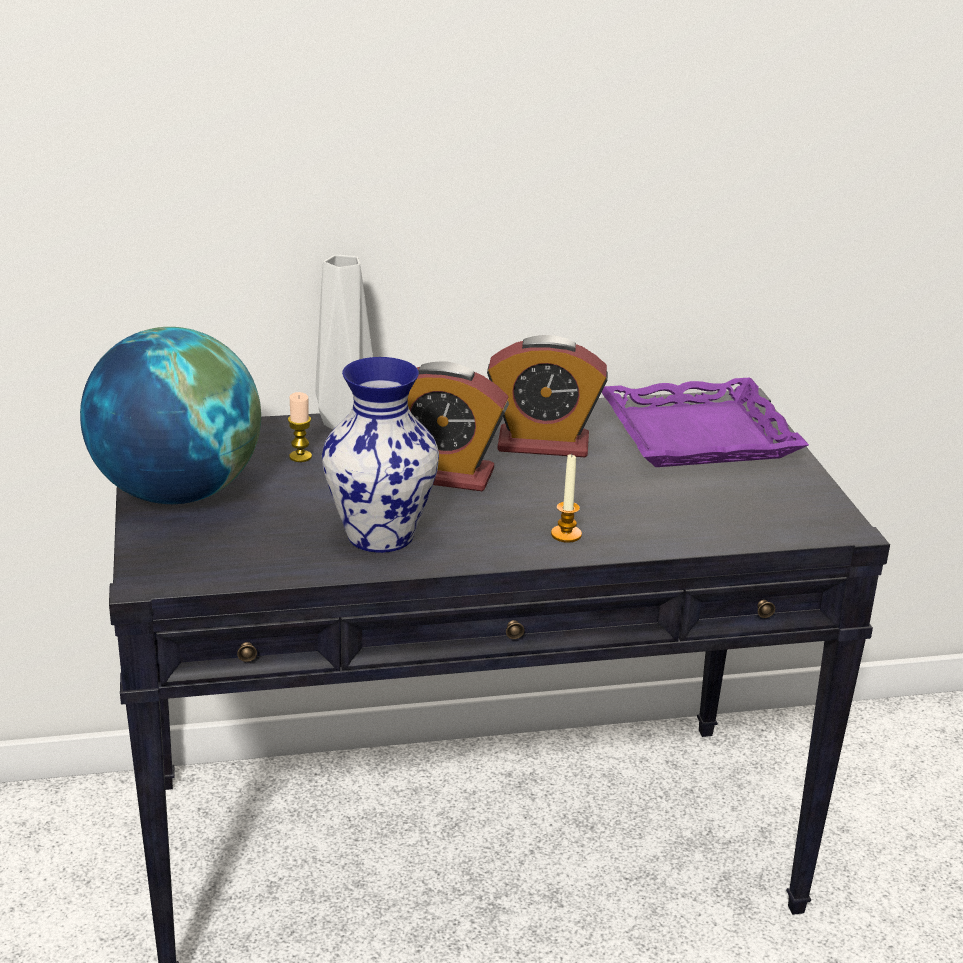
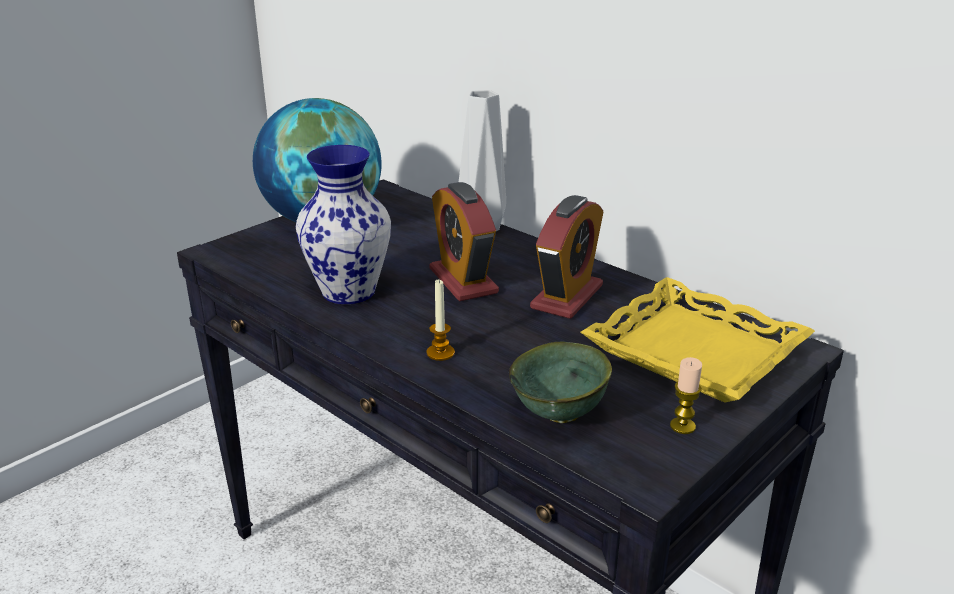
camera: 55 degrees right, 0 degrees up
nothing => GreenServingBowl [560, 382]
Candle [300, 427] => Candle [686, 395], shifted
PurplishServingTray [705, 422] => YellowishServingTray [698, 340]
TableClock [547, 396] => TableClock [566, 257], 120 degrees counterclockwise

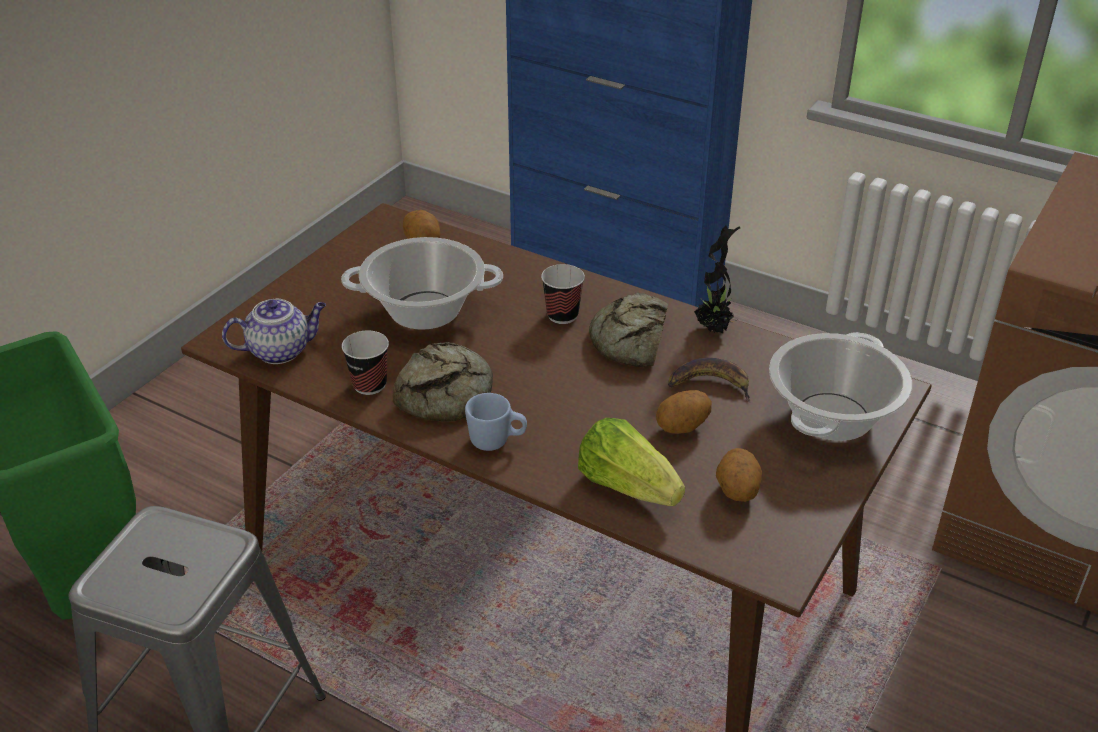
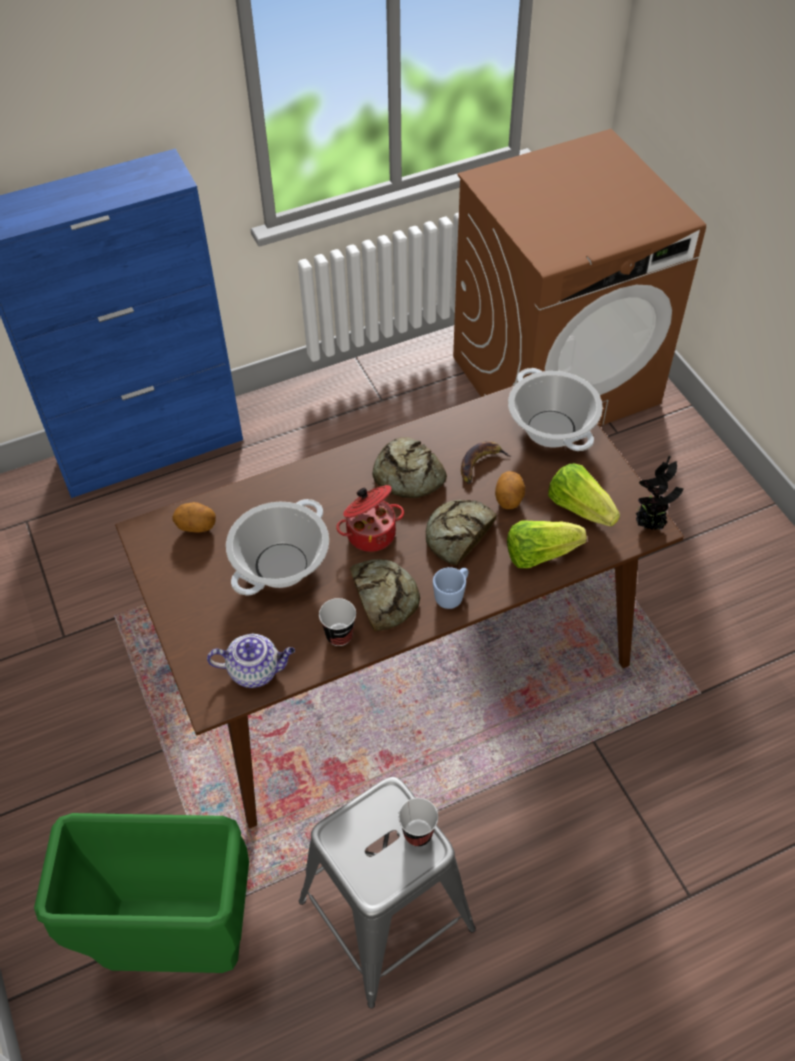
camera: 55 degrees left, 15 degrees up
nothing => Stockpot [370, 518]
nothing => BakeryBread [461, 532]
DrinkingCup [563, 294] => DrinkingCup [418, 822], shifted
Houseplant [717, 279] => Houseplant [660, 493], shifted
WholePotato [739, 475] => Lettuce [584, 494]
Teapot [274, 331] => Teapot [251, 661], 75 degrees clockwise

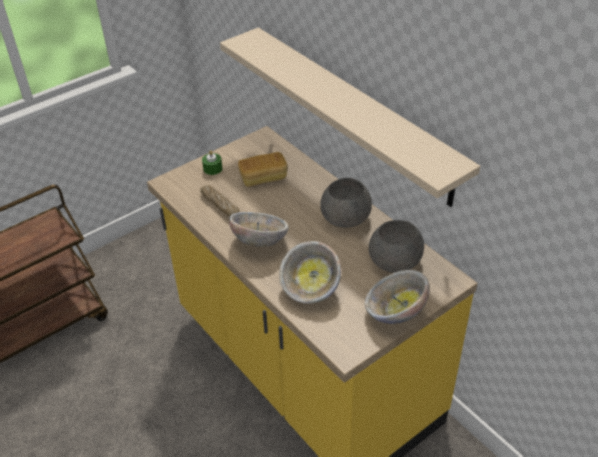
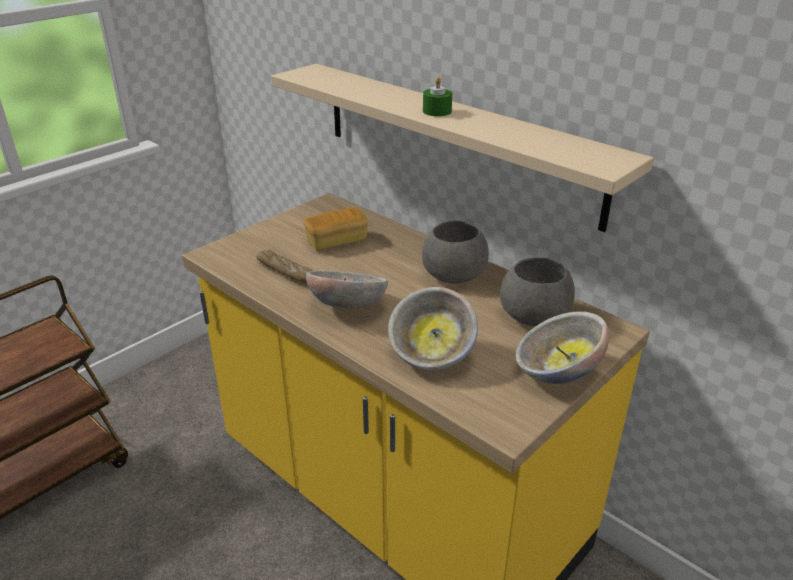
camera: 10 degrees left, 10 degrees down
GreenCandle [212, 162] => GreenCandle [437, 96], shifted

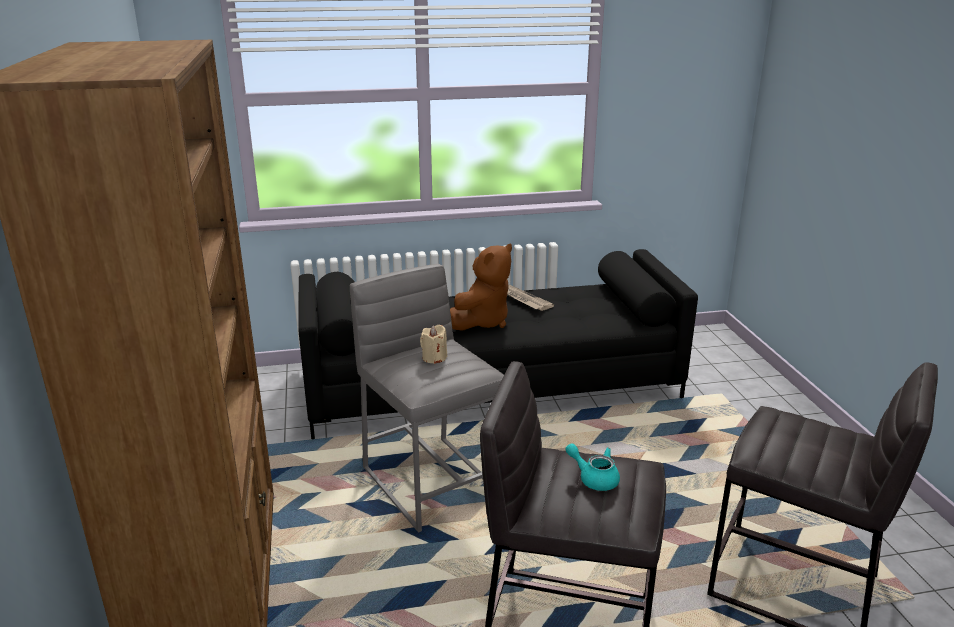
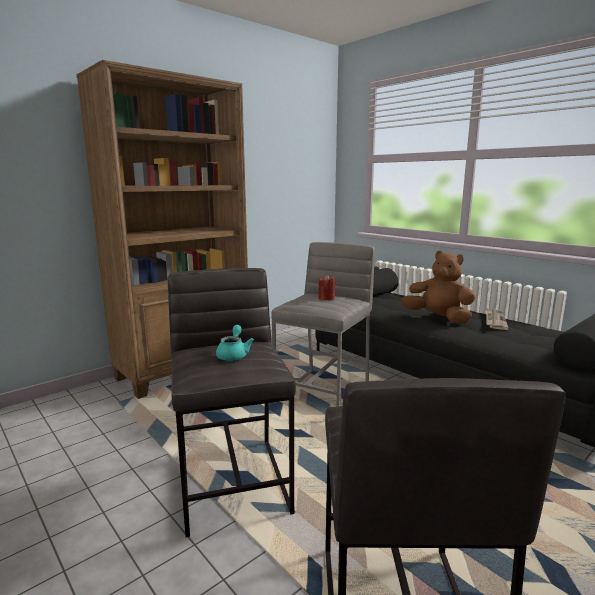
camera: 60 degrees right, 10 degrees down
SandColouredCandle [433, 344] => RedColouredCandle [327, 287]
BrownishPlushToy [481, 287] => BrownishPlushToy [438, 287], 150 degrees counterclockwise

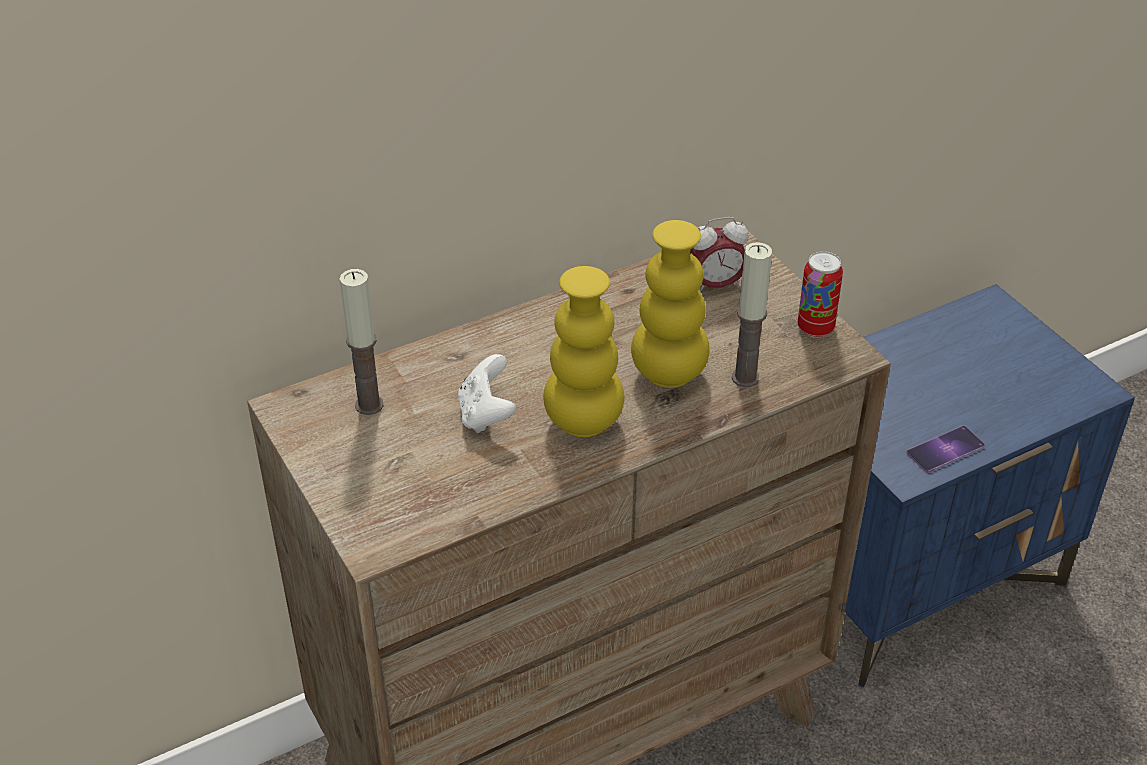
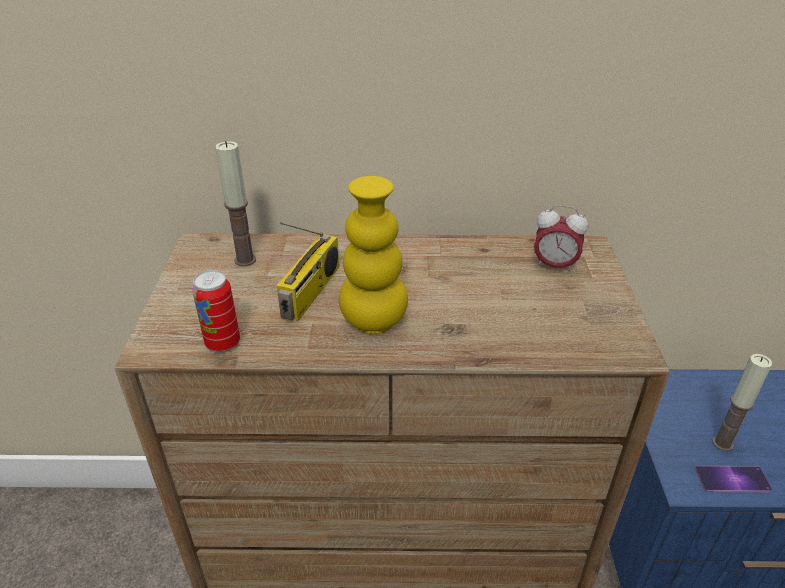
camera: 30 degrees right, 5 degrees down
YellowishFlowerVase [670, 304] => nothing
Candle [752, 314] => Candle [742, 402], shifted
MetalCan [820, 294] => MetalCan [216, 311], shifted
WhiteColouredJoypad [487, 393] => RadioReceiver [308, 271]

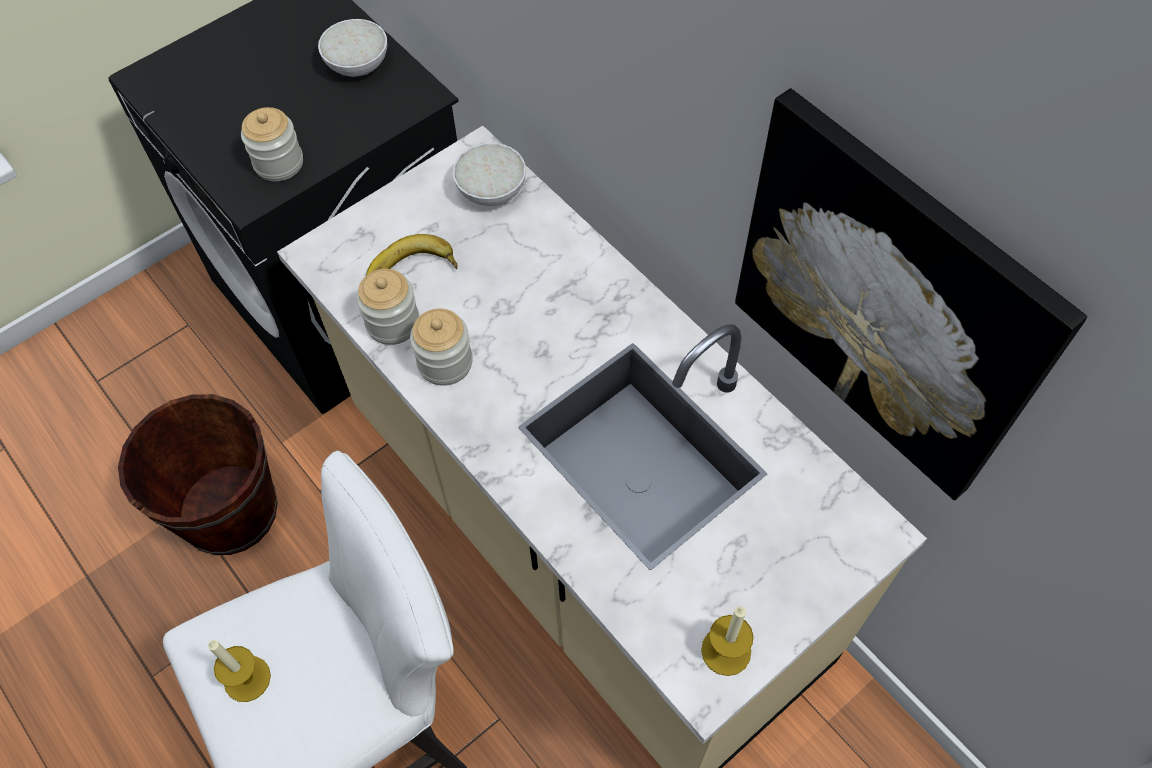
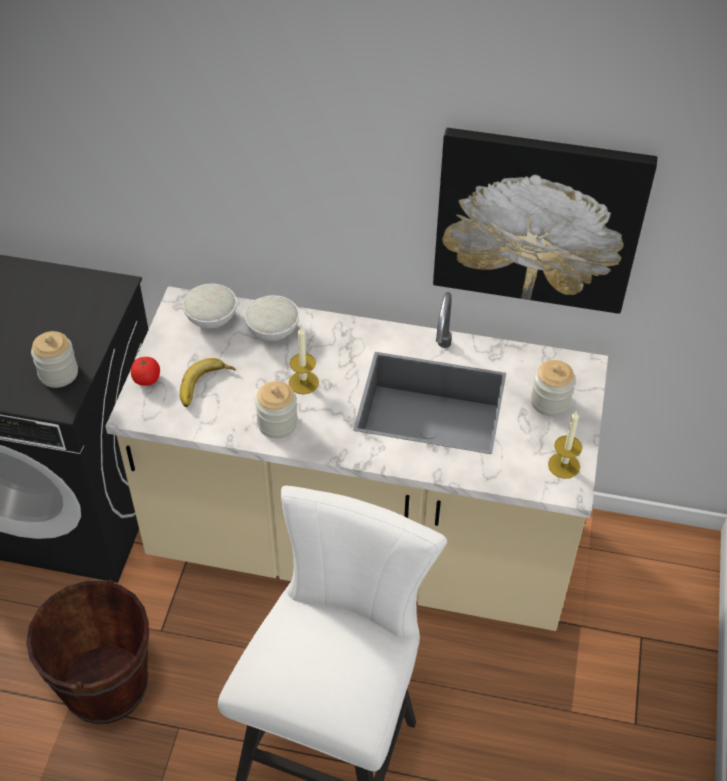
camera: 40 degrees left, 10 degrees down
nothing => FreshTomato [145, 371]
Candle [239, 671] => Candle [303, 361], shifted
WhiteColouredServingBowl [352, 48] => WhiteColouredServingBowl [272, 318], shifted
PreserveJar [387, 307] => PreserveJar [553, 388], shifted

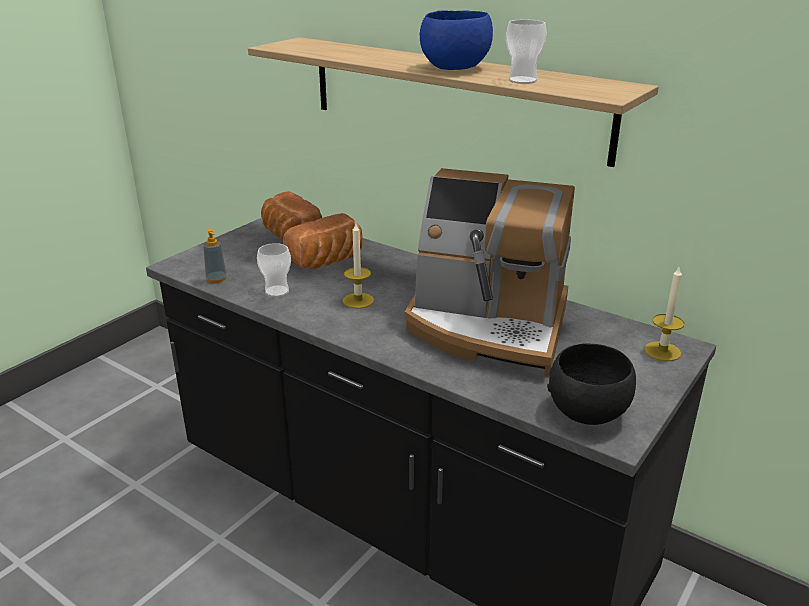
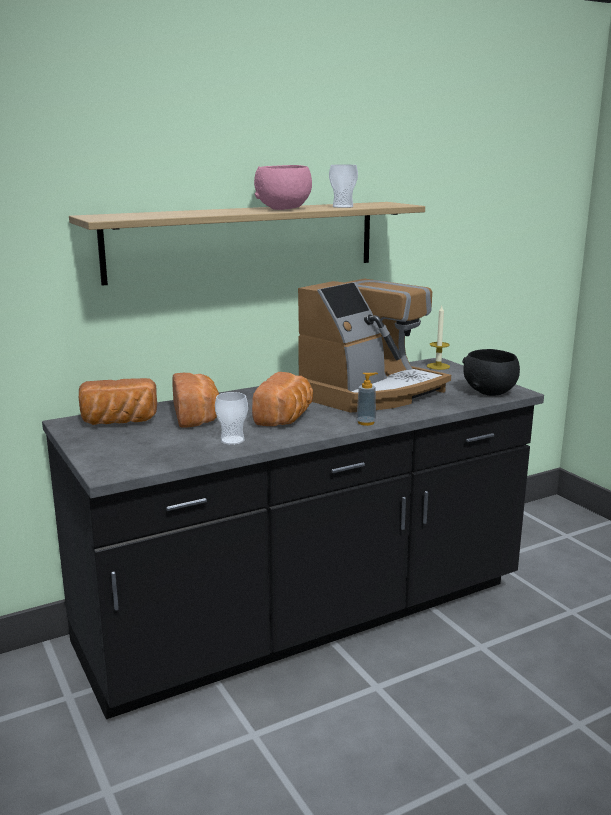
camera: 65 degrees left, 10 degrees down
LiquidSoapBottle [215, 255] => LiquidSoapBottle [367, 399], shifted
Candle [358, 266] => BakeryBread [282, 399]
BlueServingBowl [456, 40] => PinkColouredServingBowl [283, 187]

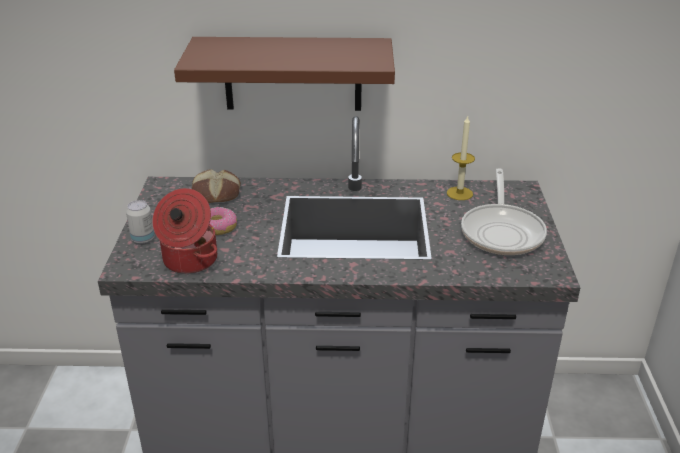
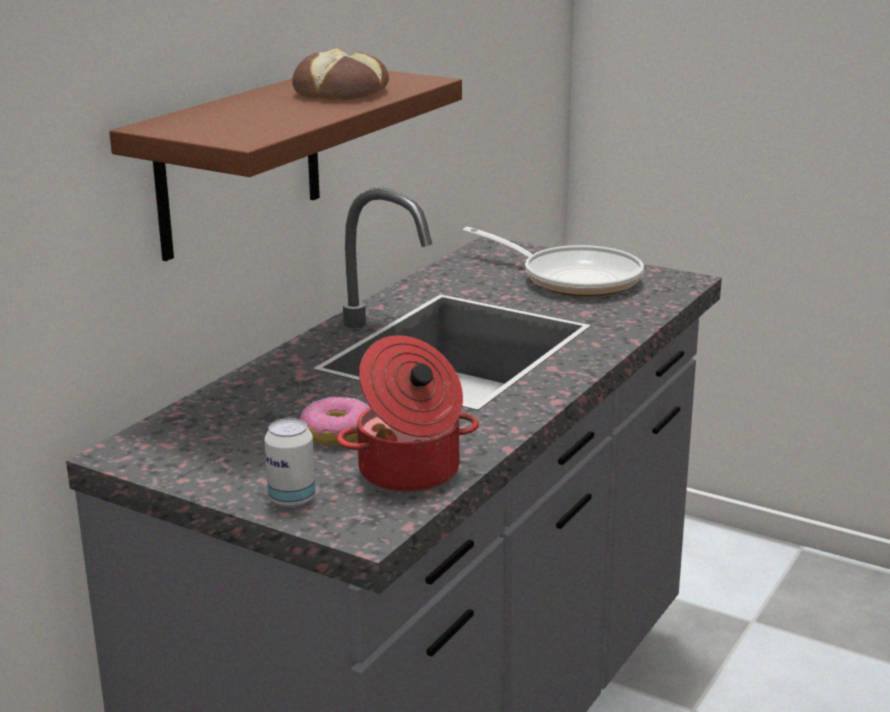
camera: 60 degrees left, 10 degrees down
Candle [461, 157] => nothing
BakeryBread [216, 186] => BakeryBread [340, 74], shifted

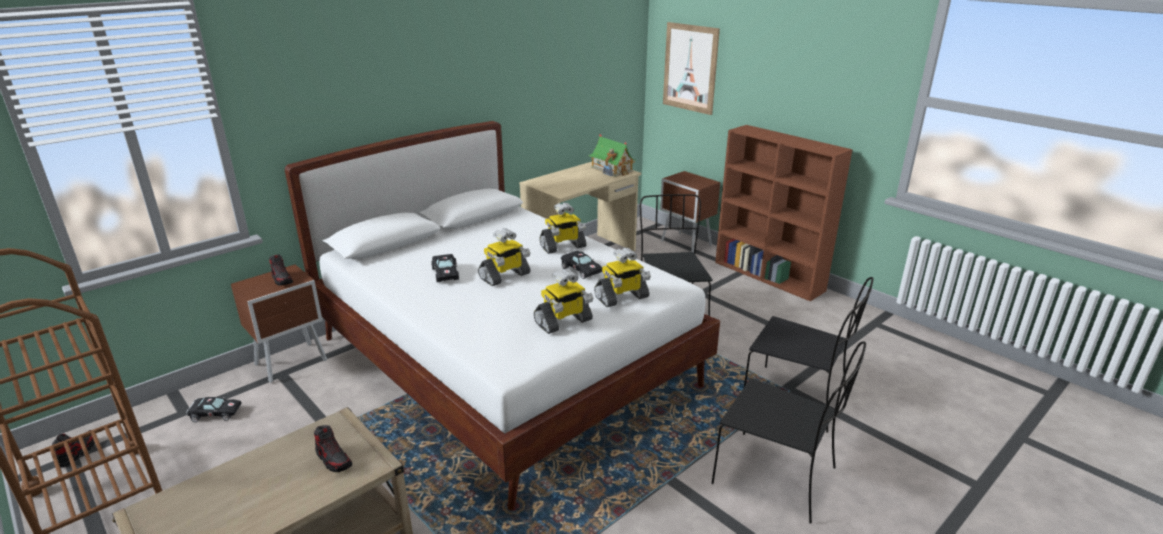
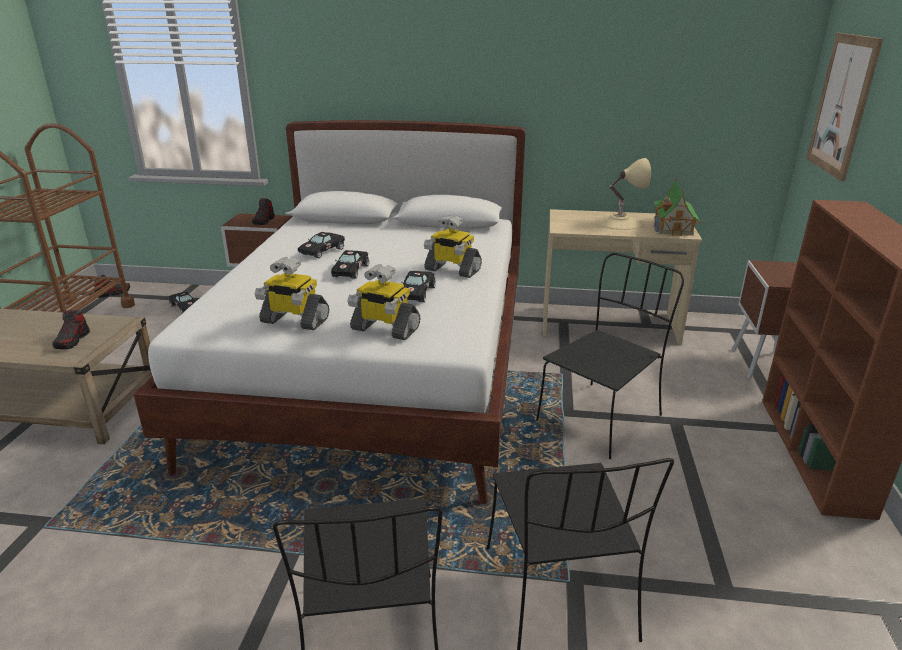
camera: 50 degrees right, 0 degrees up
nothing => SandColouredTableLamp [623, 194]
RobotFigure [504, 257] => BlackModelCar [350, 264]

